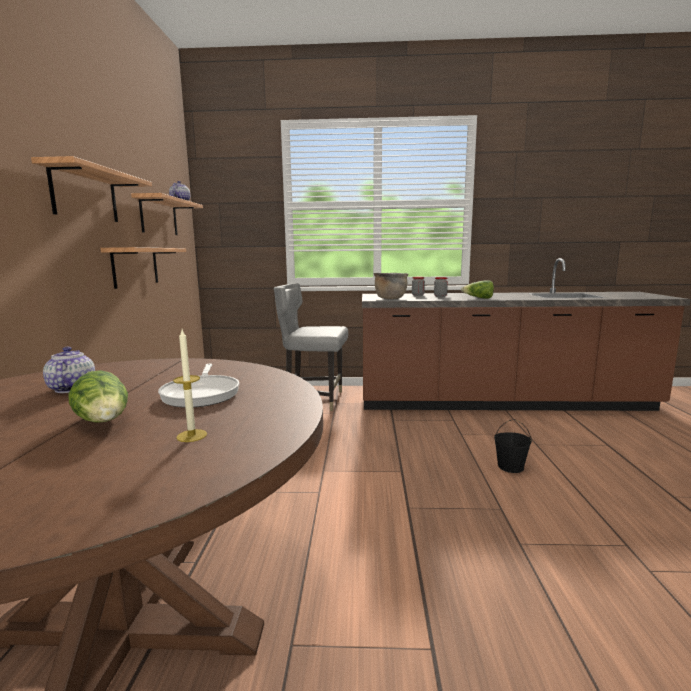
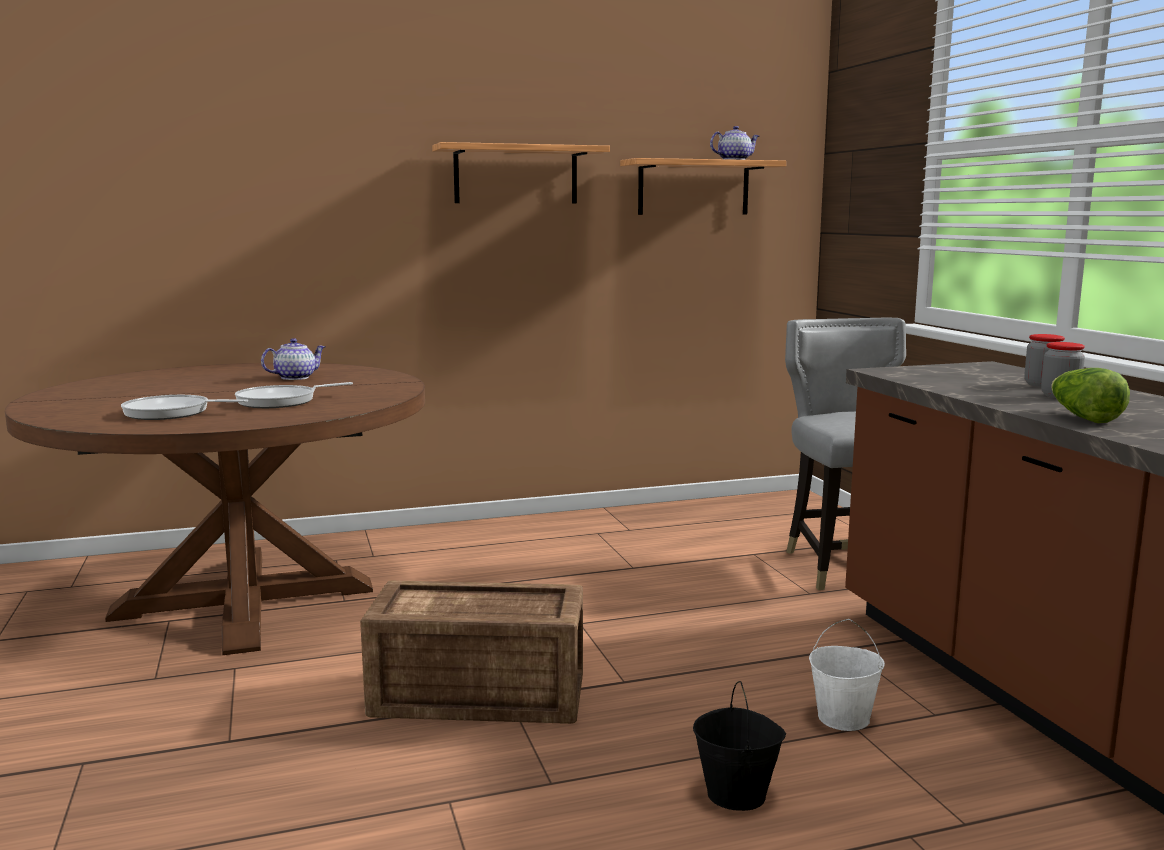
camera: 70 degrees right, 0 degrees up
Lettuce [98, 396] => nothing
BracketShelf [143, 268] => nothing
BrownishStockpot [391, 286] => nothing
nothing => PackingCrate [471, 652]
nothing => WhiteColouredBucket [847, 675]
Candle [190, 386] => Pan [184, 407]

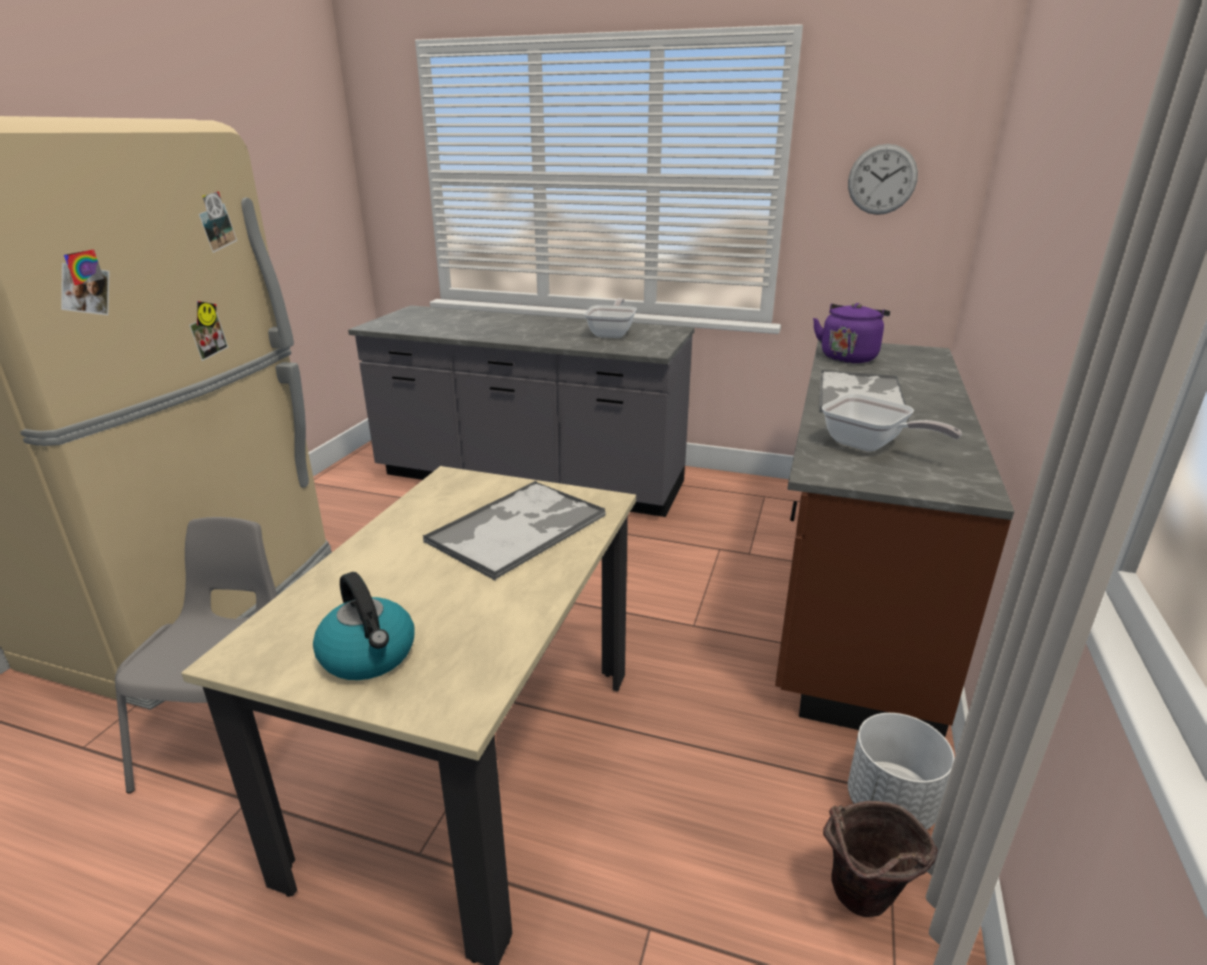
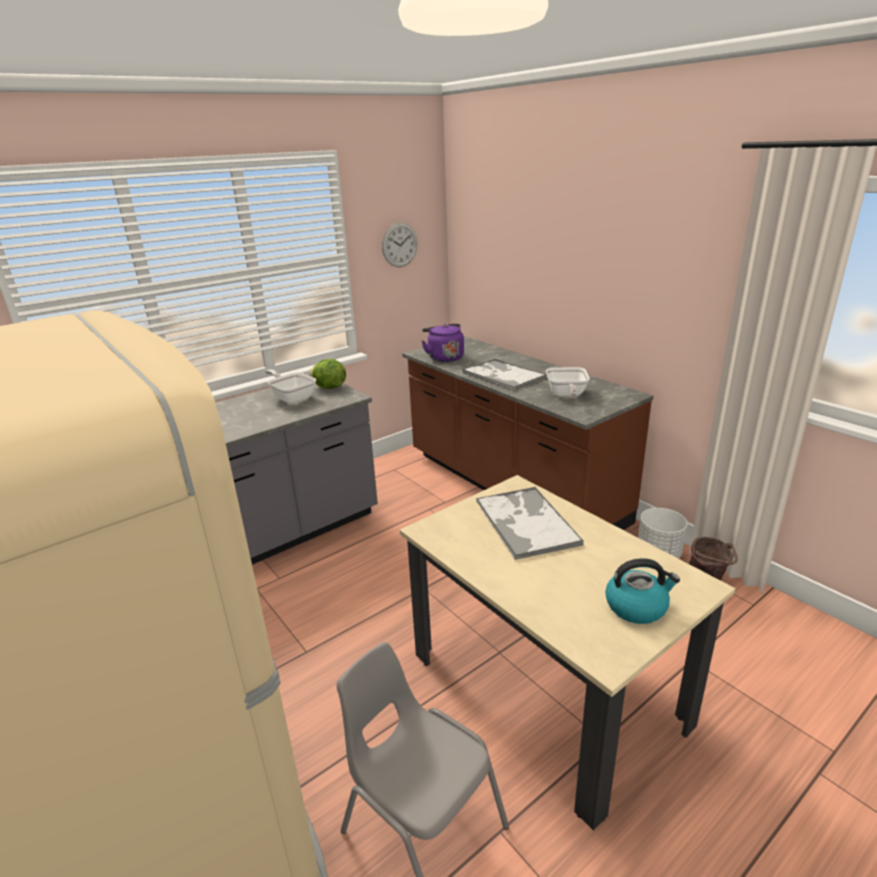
camera: 55 degrees left, 0 degrees up
nothing => Lettuce [328, 374]
Pan [892, 422] => Pan [568, 382], 105 degrees clockwise

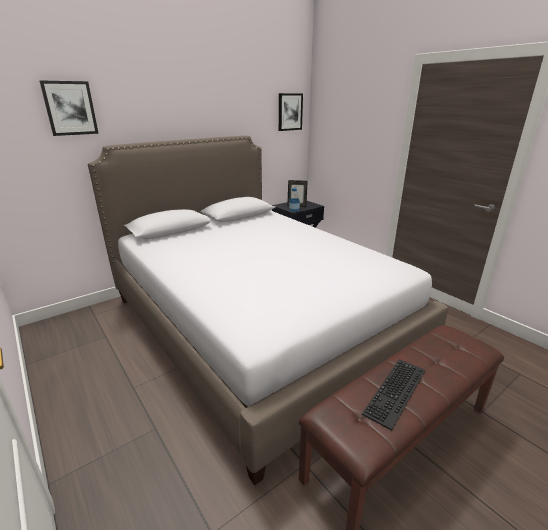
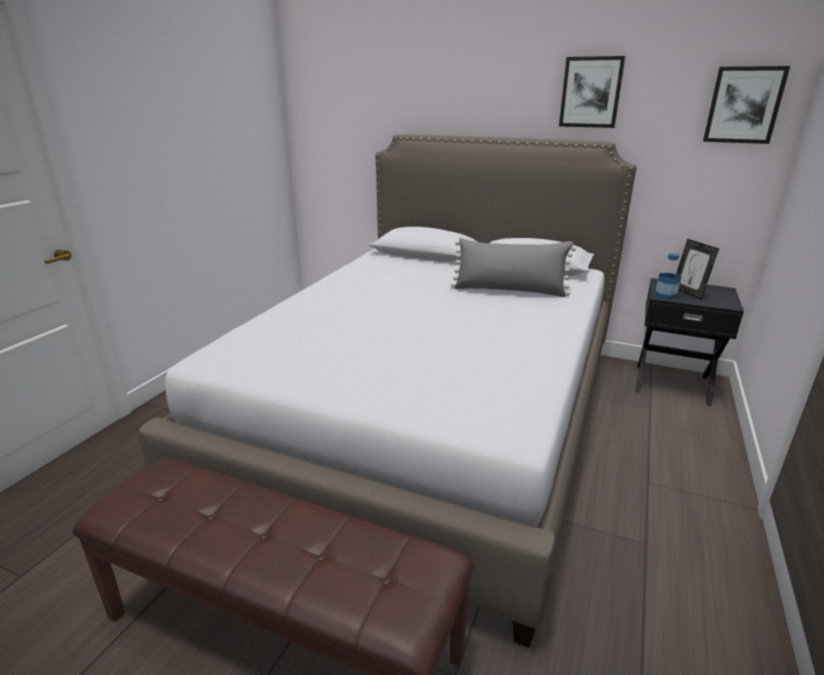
camera: 60 degrees right, 0 degrees up
ComputerKeyboard [393, 395] => nothing
nothing => GreyThrowPillow [513, 267]
WallArt [69, 108] => WallArt [592, 92], shifted

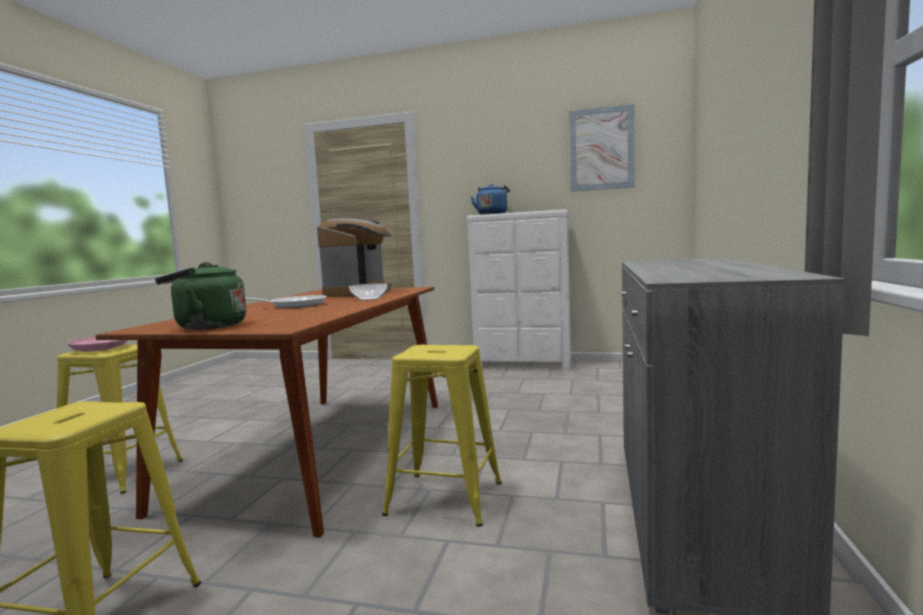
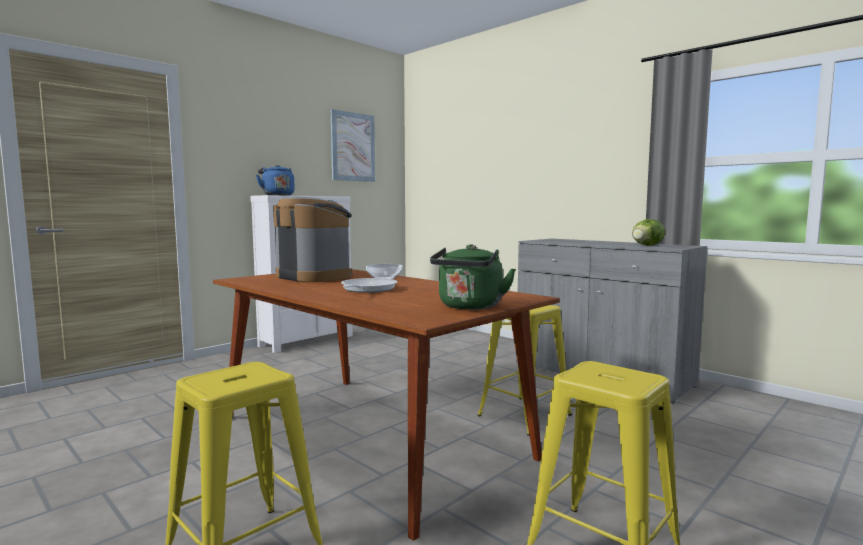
camera: 60 degrees left, 0 degrees up
PinkColouredPlate [98, 344] => nothing
nothing => Lettuce [648, 232]

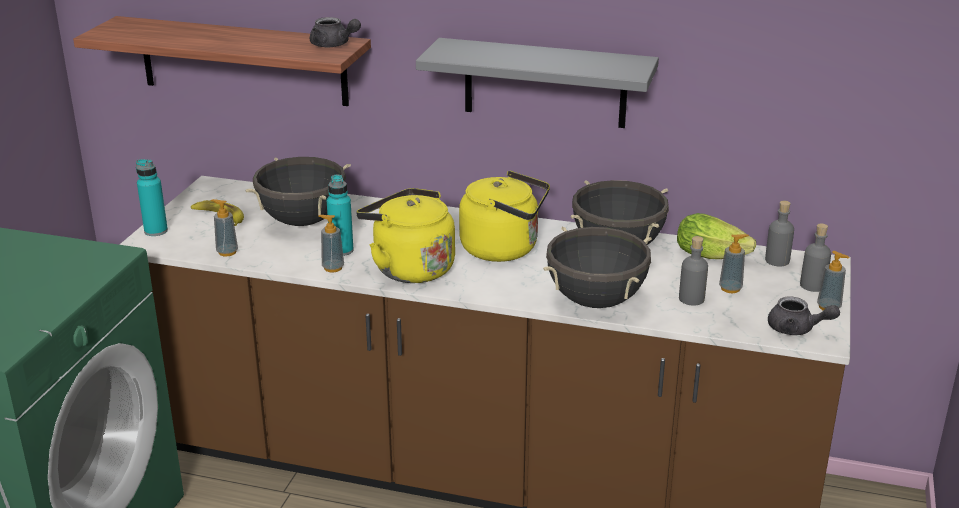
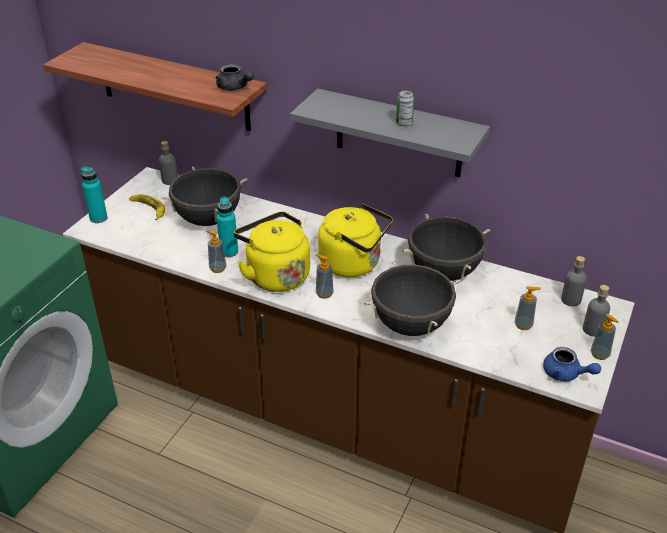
camera: 10 degrees right, 10 degrees up
Lettuce [716, 236] => nothing
nothing => MetalCan [405, 108]
LiquidSoapBottle [224, 228] => LiquidSoapBottle [325, 276], shifted
GreyBottle [693, 270] => GreyBottle [168, 163], shifted
GreyTeapot [804, 315] => BlueTeapot [572, 364]

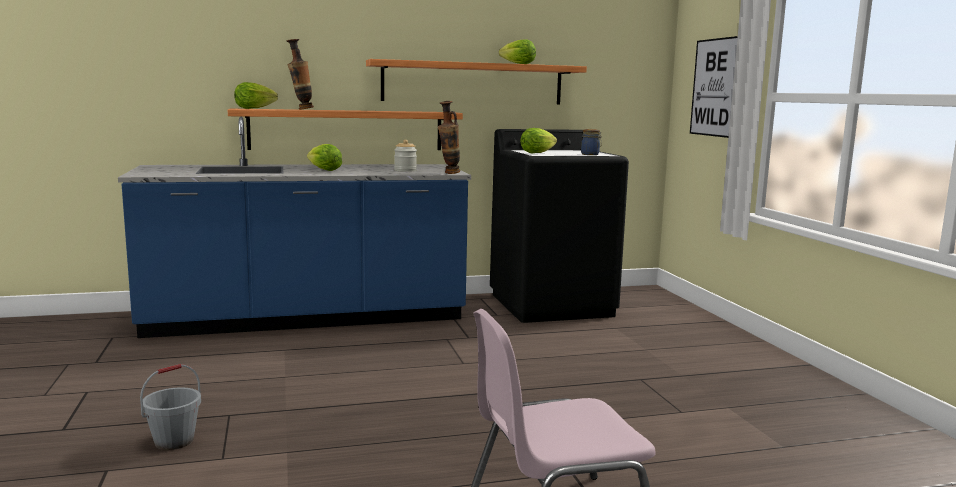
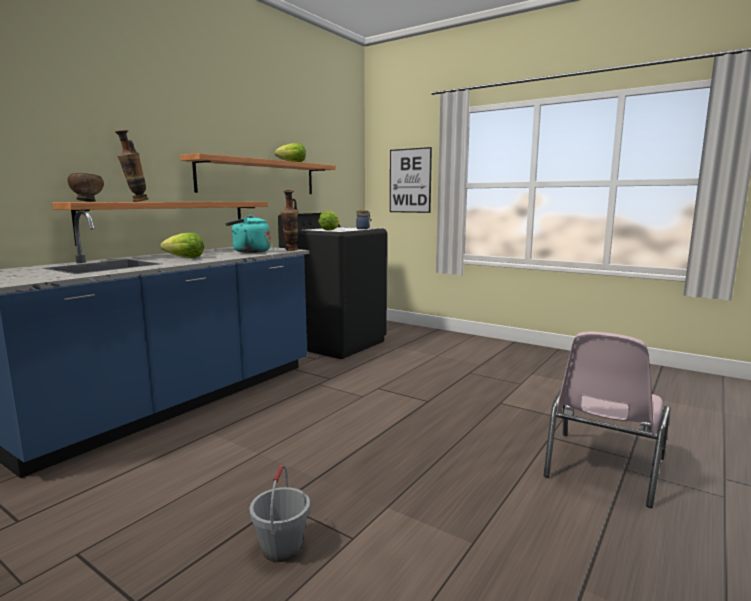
camera: 40 degrees left, 0 degrees up
Lettuce [256, 95] => BrownishServingBowl [85, 187]
PreserveJar [405, 156] => BlueGreenTeaKettle [248, 234]

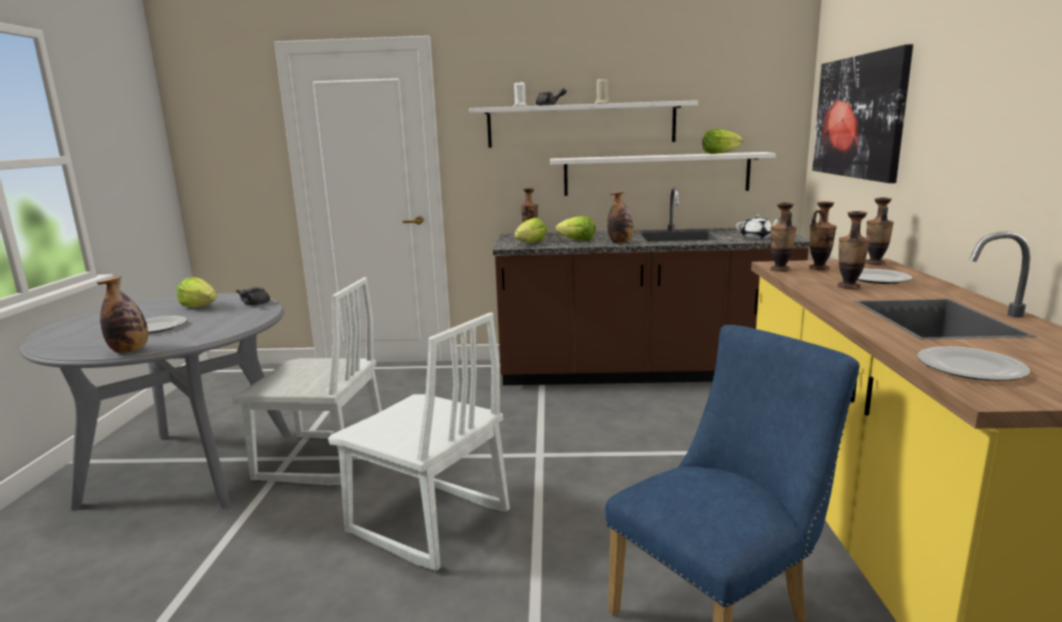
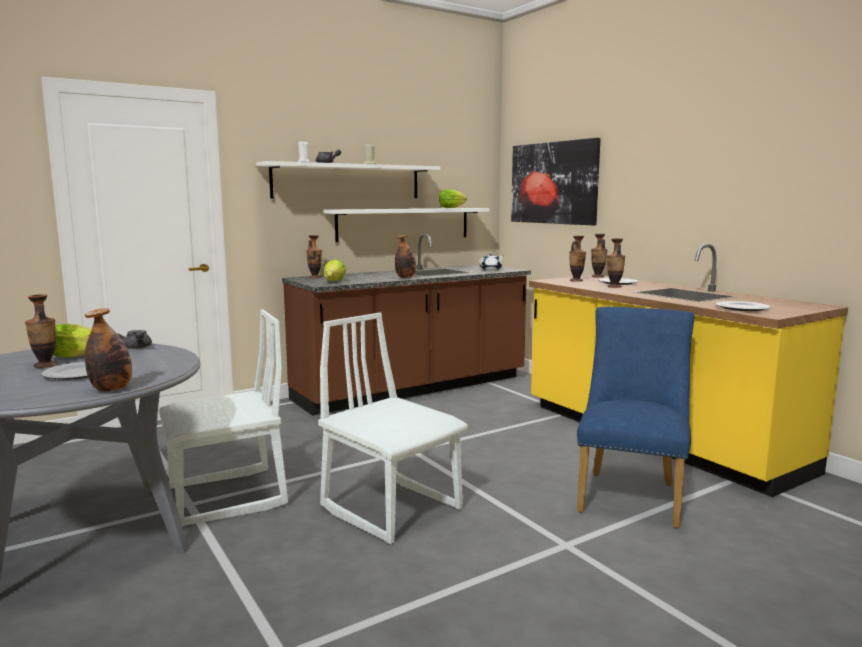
camera: 35 degrees left, 5 degrees down
Lettuce [575, 228] => nothing
FlowerVase [783, 237] => FlowerVase [41, 331], shifted
WhiteColouredChair [419, 441] => WhiteColouredChair [393, 428], 135 degrees counterclockwise

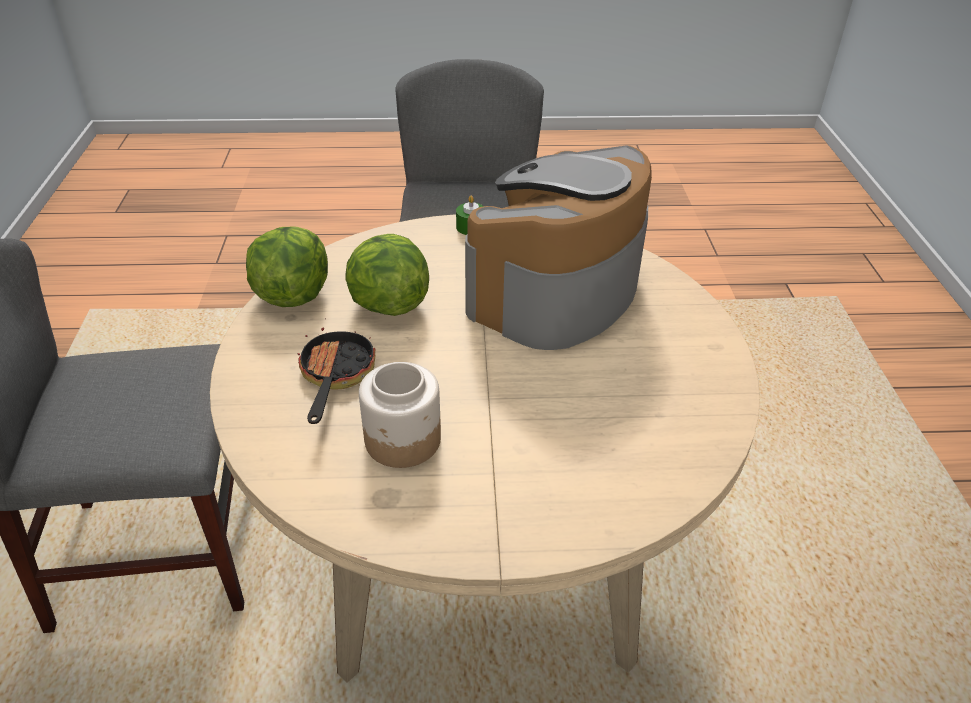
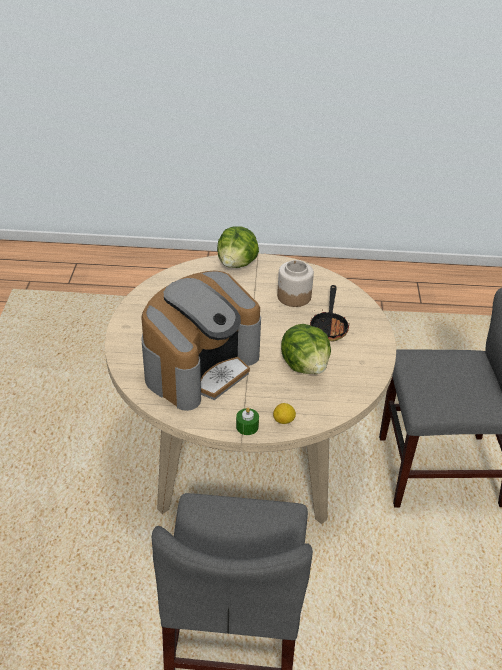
camera: 175 degrees left, 0 degrees up
nothing => WholeLemon [284, 413]
Lettuce [287, 267] => Lettuce [238, 247], shifted

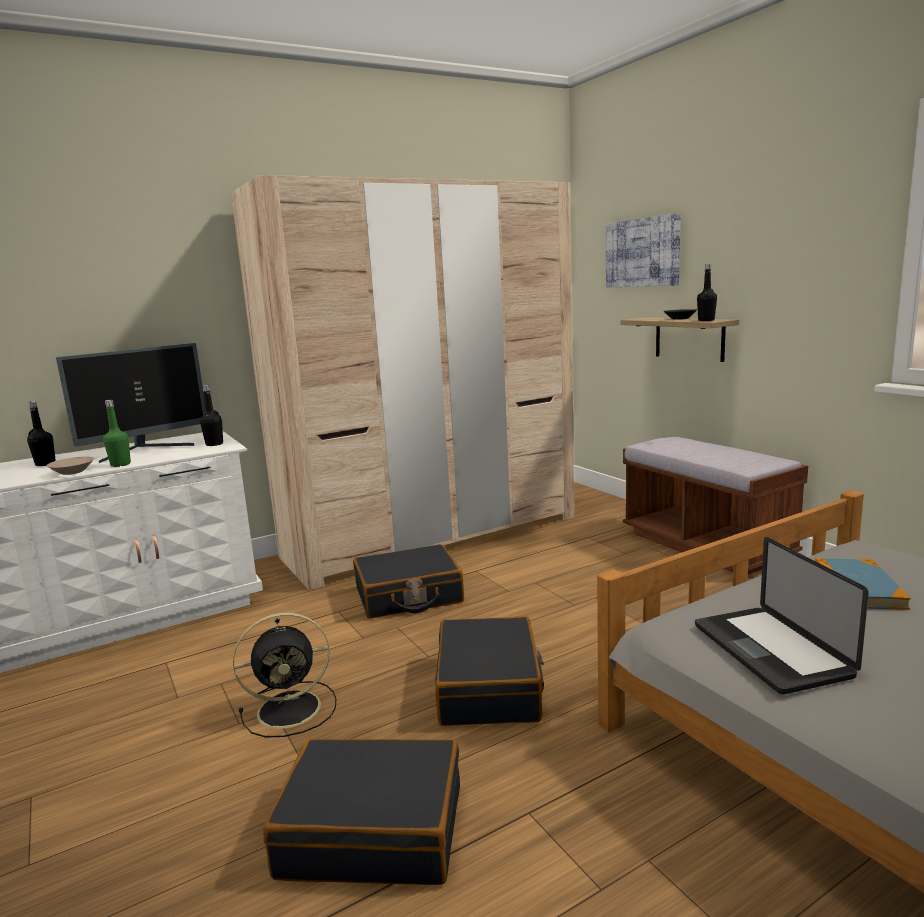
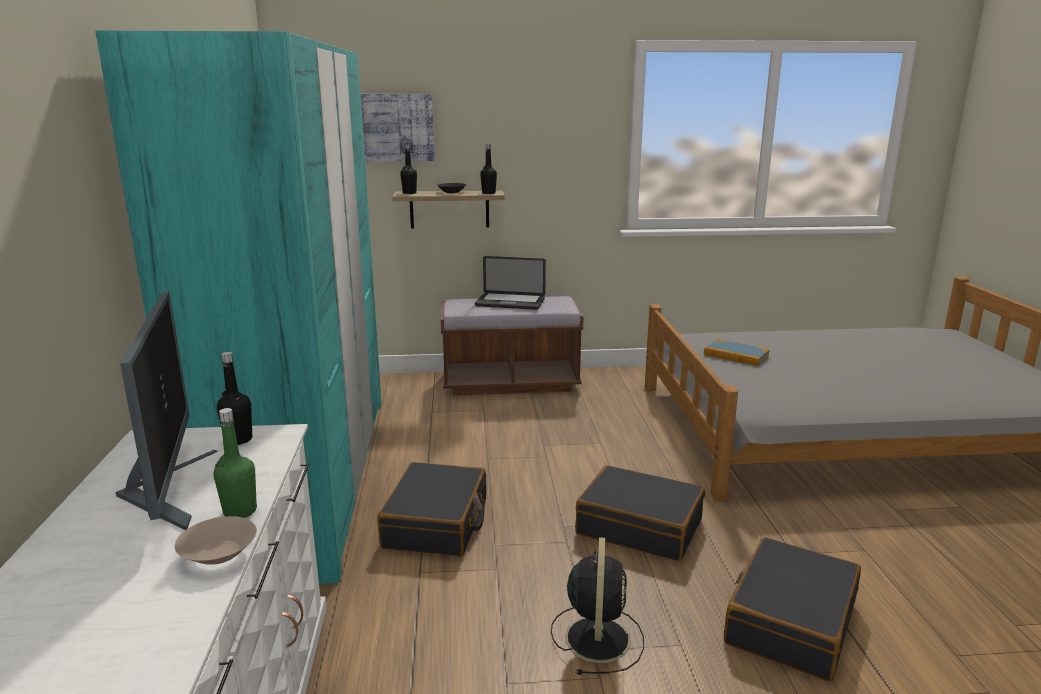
camera: 65 degrees left, 5 degrees up
BlackBottle [41, 433] => BlackBottle [408, 169], shifted
NotebookComputer [782, 616] => NotebookComputer [510, 283], shifted
SandColouredArmoire [403, 382] => BlueGreenArmoire [238, 307]

